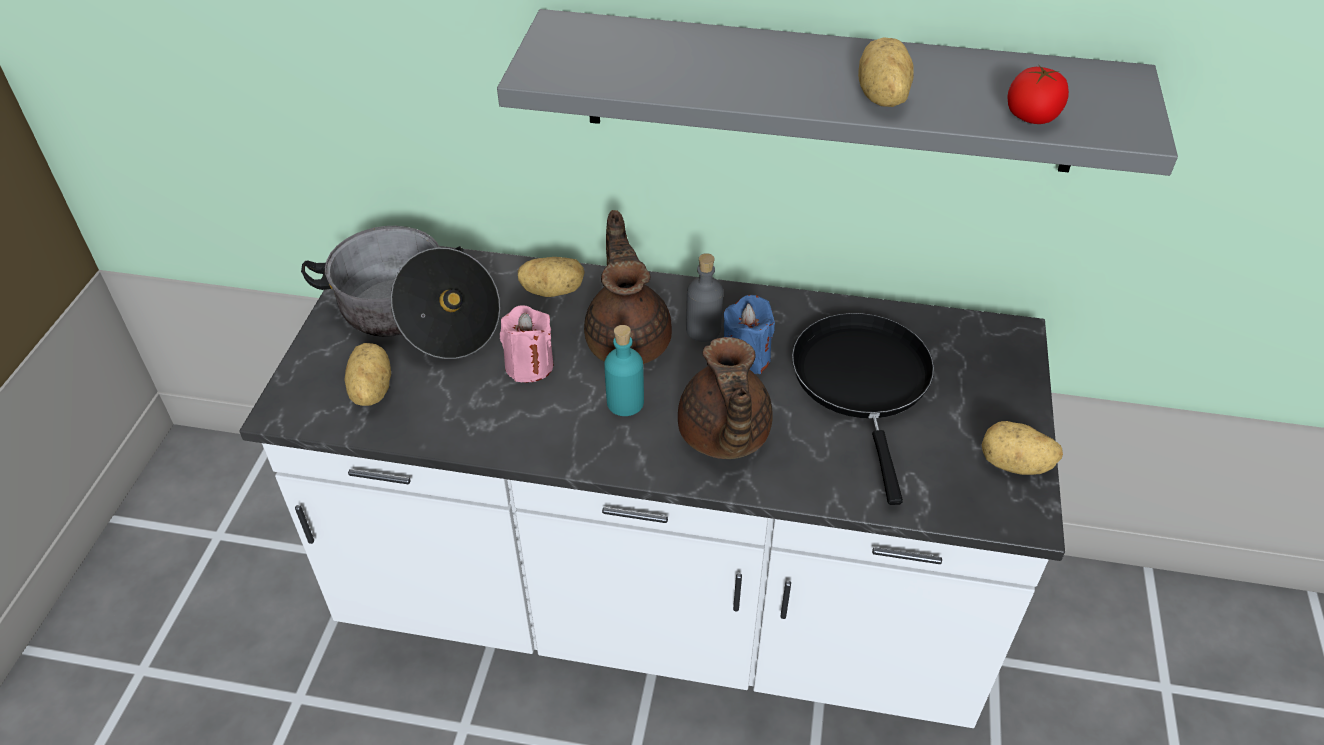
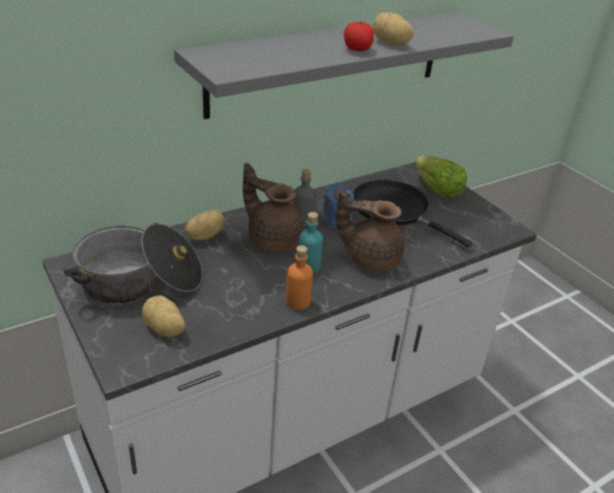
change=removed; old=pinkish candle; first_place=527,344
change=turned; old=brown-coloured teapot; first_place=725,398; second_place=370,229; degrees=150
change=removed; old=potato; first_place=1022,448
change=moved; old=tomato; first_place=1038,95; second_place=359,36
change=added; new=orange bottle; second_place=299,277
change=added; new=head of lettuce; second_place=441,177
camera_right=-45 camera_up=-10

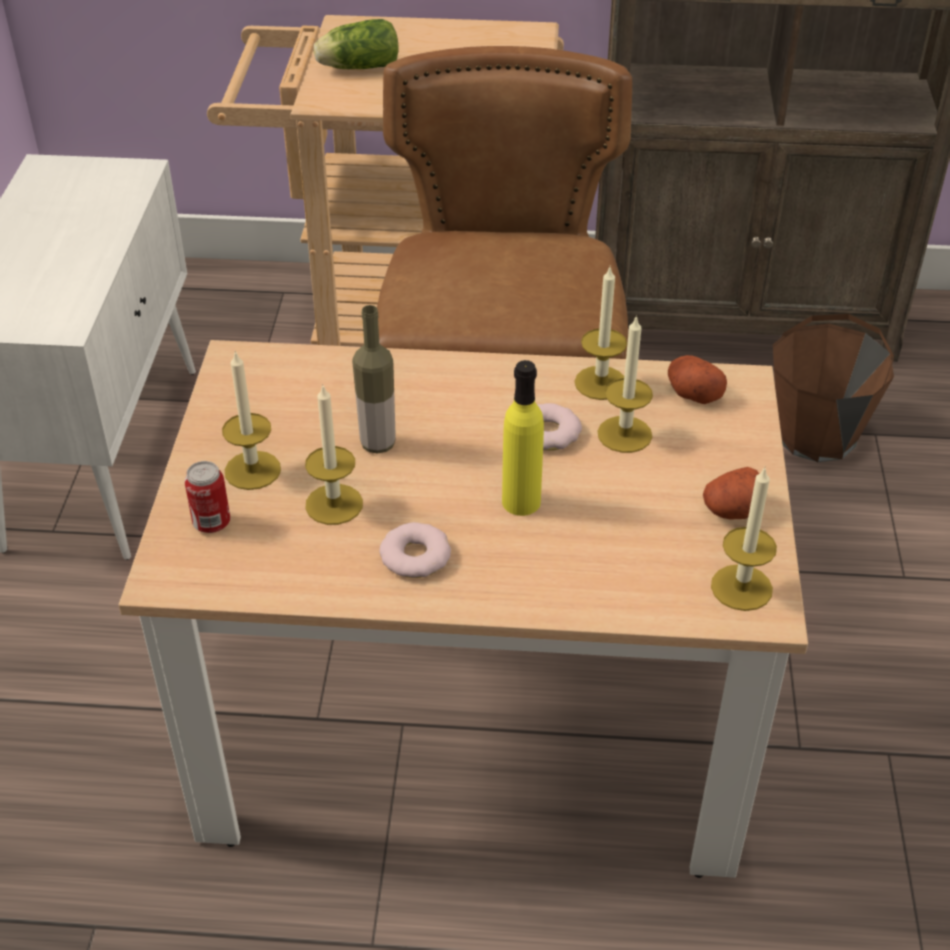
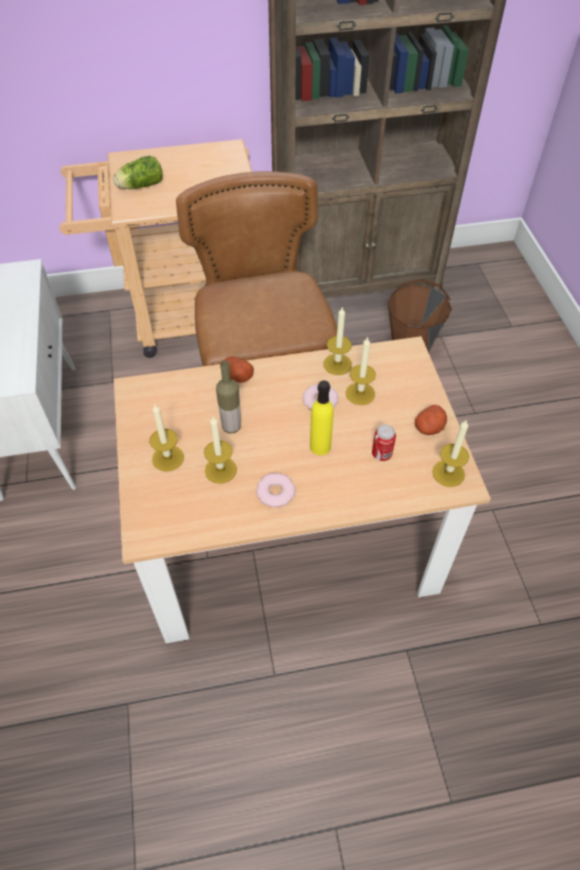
change=moved; old=can; first_place=207,497; second_place=384,442
change=moved; old=potato; first_place=697,379; second_place=238,369
camera_right=-15 camera_up=10

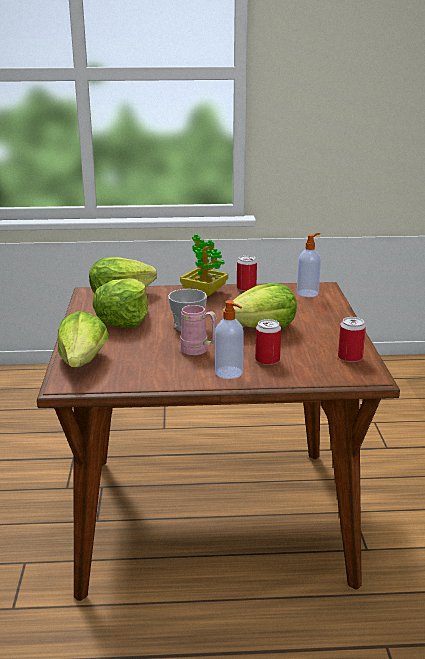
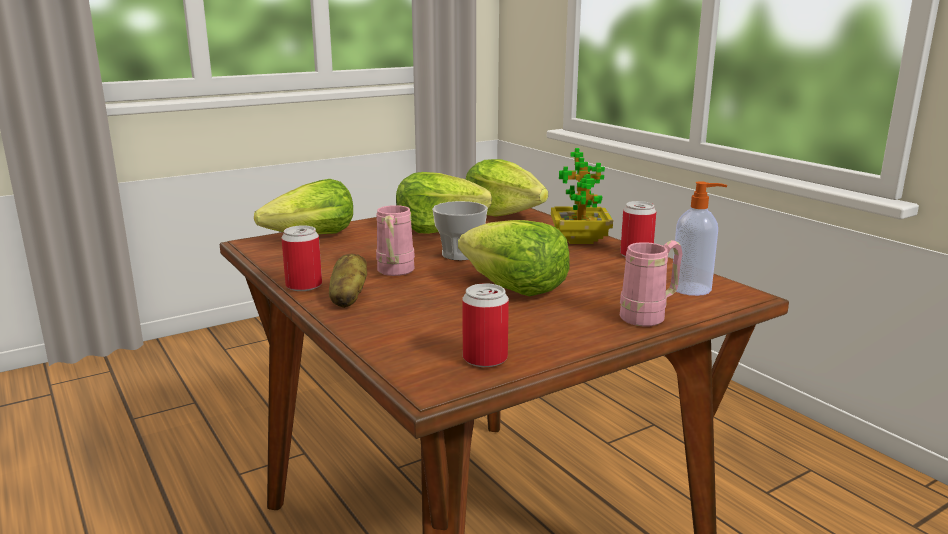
change=replaced; old=liquid soap bottle; new=potato; first_place=229,339; second_place=348,281
change=moved; old=can; first_place=268,342; second_place=301,258
change=added; new=pinkish mug; second_place=651,283
camera_right=60 camera_up=-5

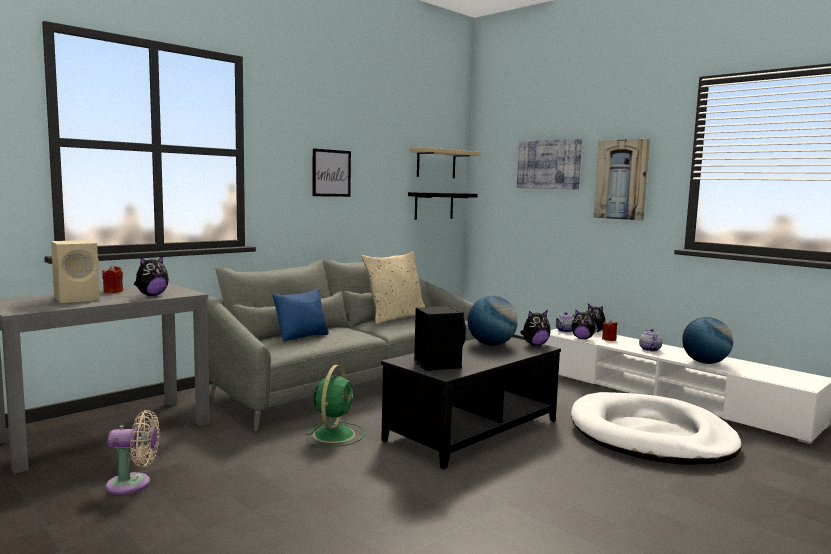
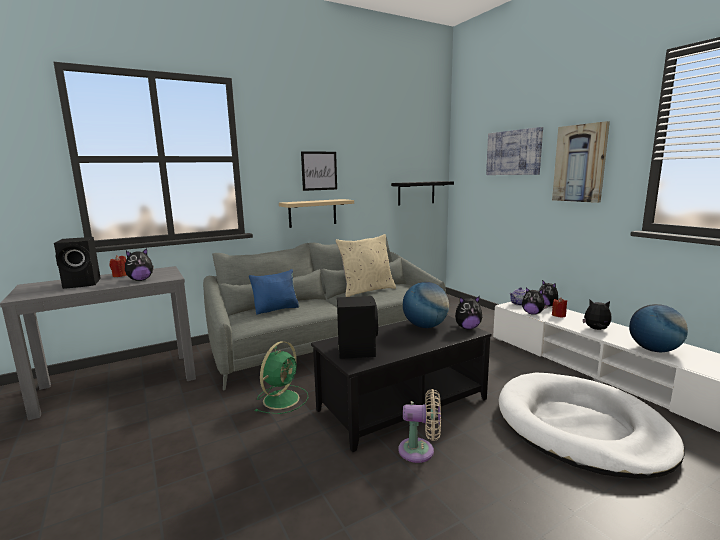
change=recoloured; old=beige-coloured audio speaker; new=blackish audio speaker; first_place=75,271; second_place=77,263
change=moved; old=beige-coloured electric fan; first_place=132,452; second_place=419,426
change=moved; old=beige-coloured shelf; first_place=445,163; second_place=316,213
change=replaced; old=teapot; new=plush toy; first_place=650,340; second_place=597,315
camera_right=15 camera_up=5

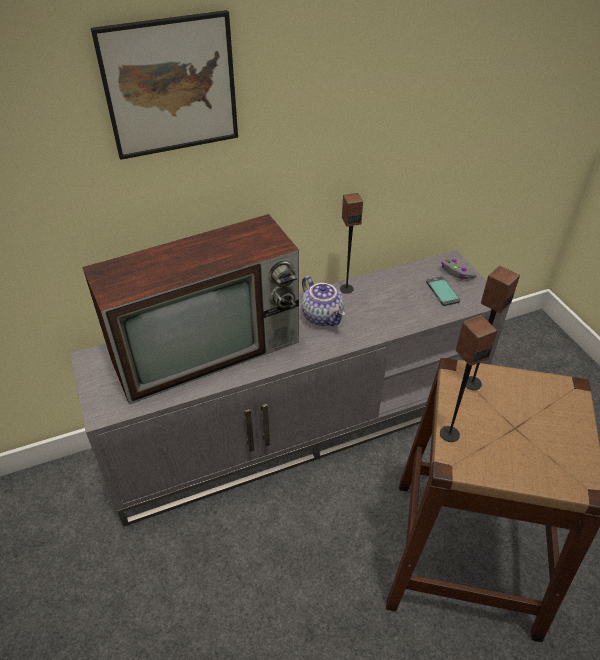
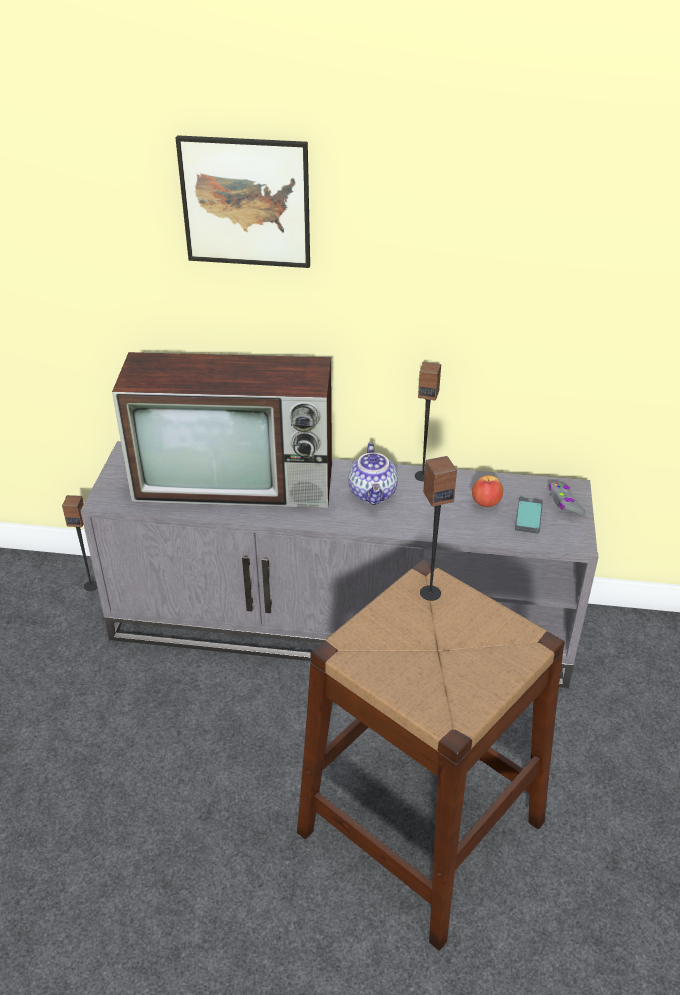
change=moved; old=audio speaker; first_place=468,378; second_place=80,543
change=added; new=apple fruit; second_place=487,491
camera_right=30 camera_up=-5

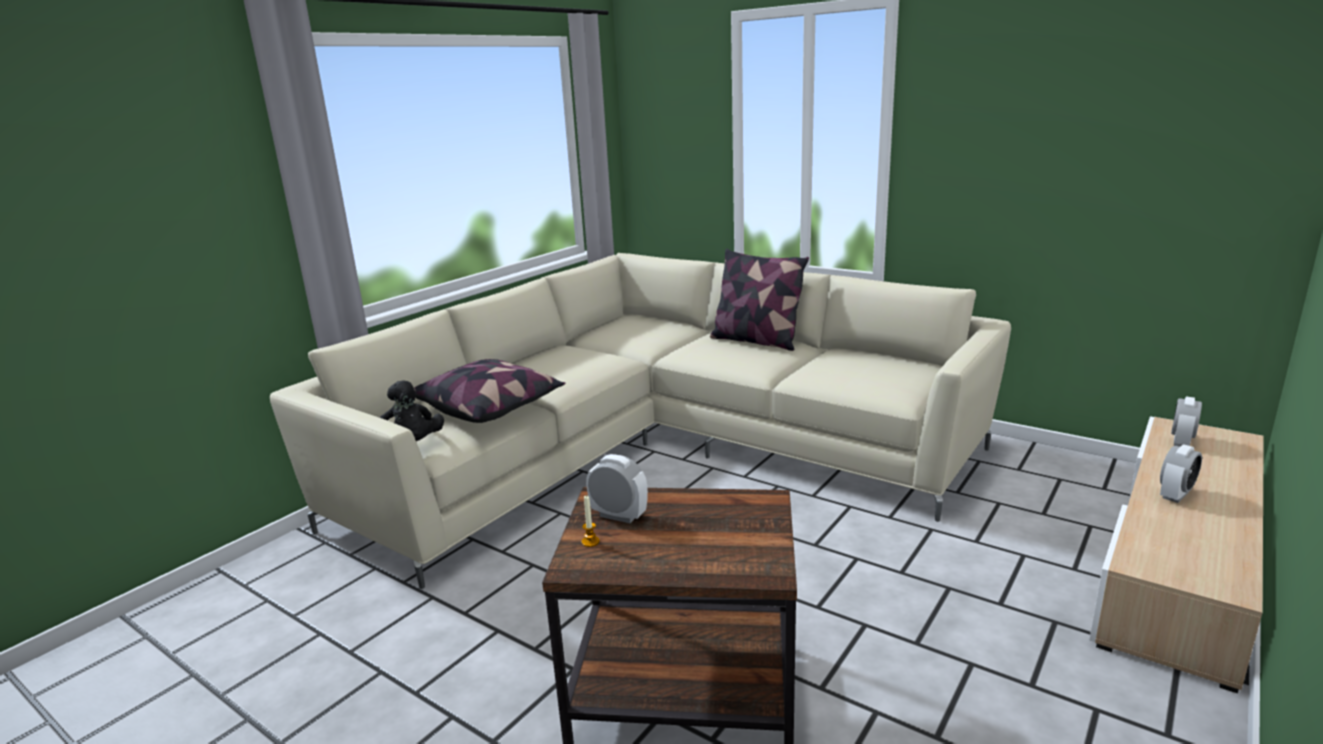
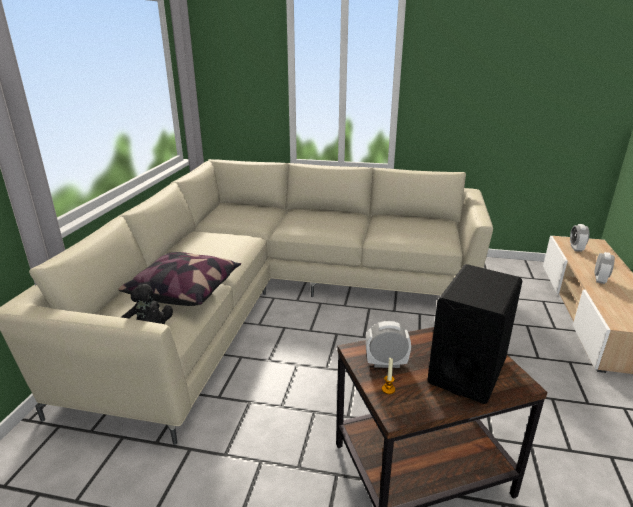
change=removed; old=throw pillow; first_place=759,299
change=added; new=blackish audio speaker; second_place=474,334
camera_right=-25 camera_up=5

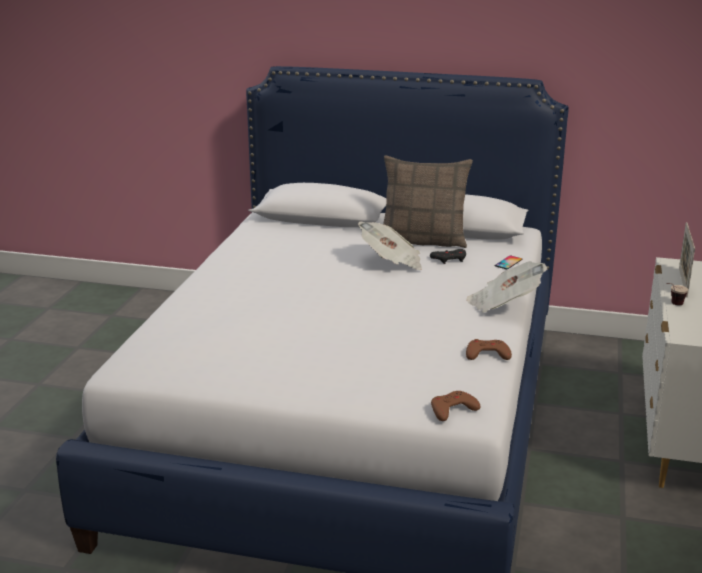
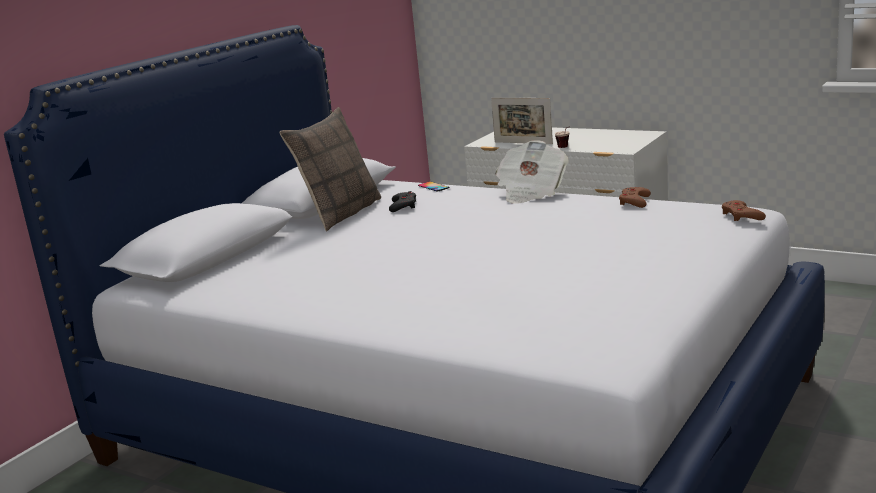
change=removed; old=daily paper; first_place=390,246
camera_right=-70 camera_up=-5

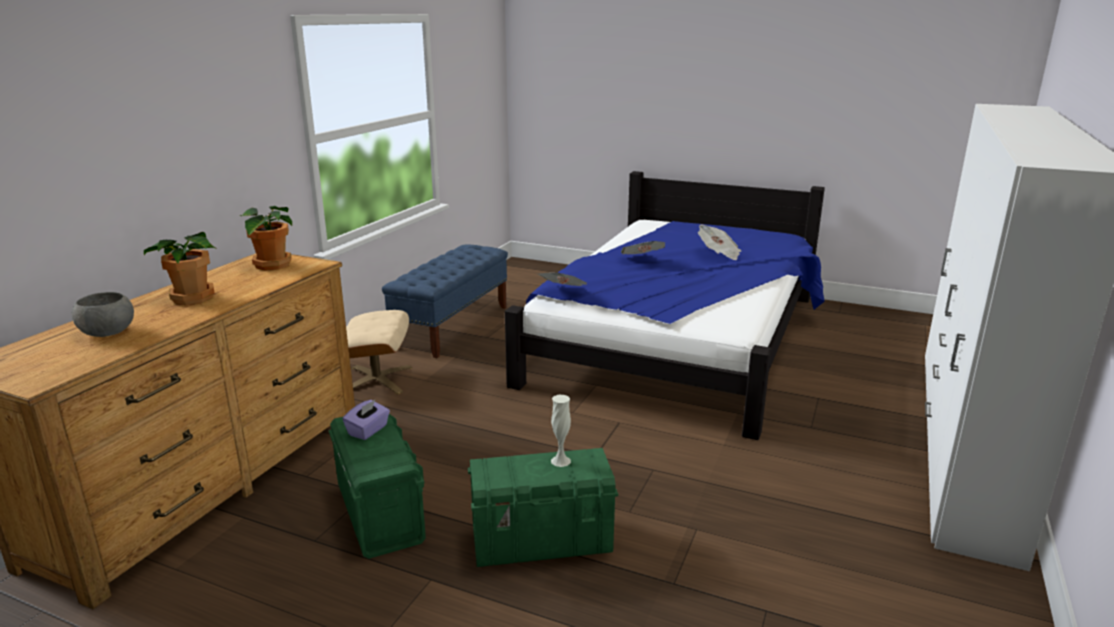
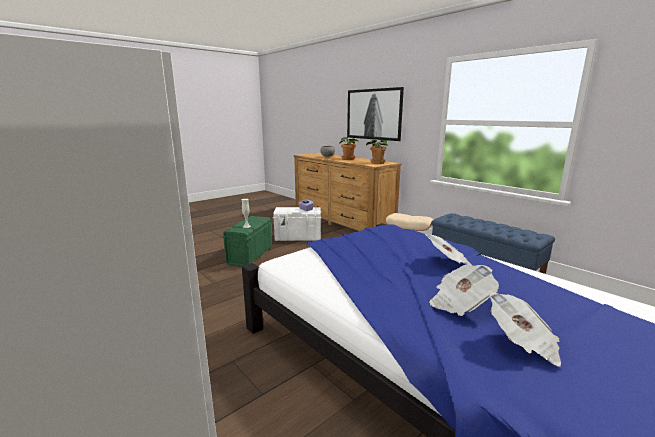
change=recoloured; old=green storage container; new=white-coloured storage container; first_place=377,486; second_place=297,224
change=moved; old=daily paper; first_place=562,279; second_place=525,329
change=added; new=wall art; second_place=375,114
camera_right=115 camera_up=-5

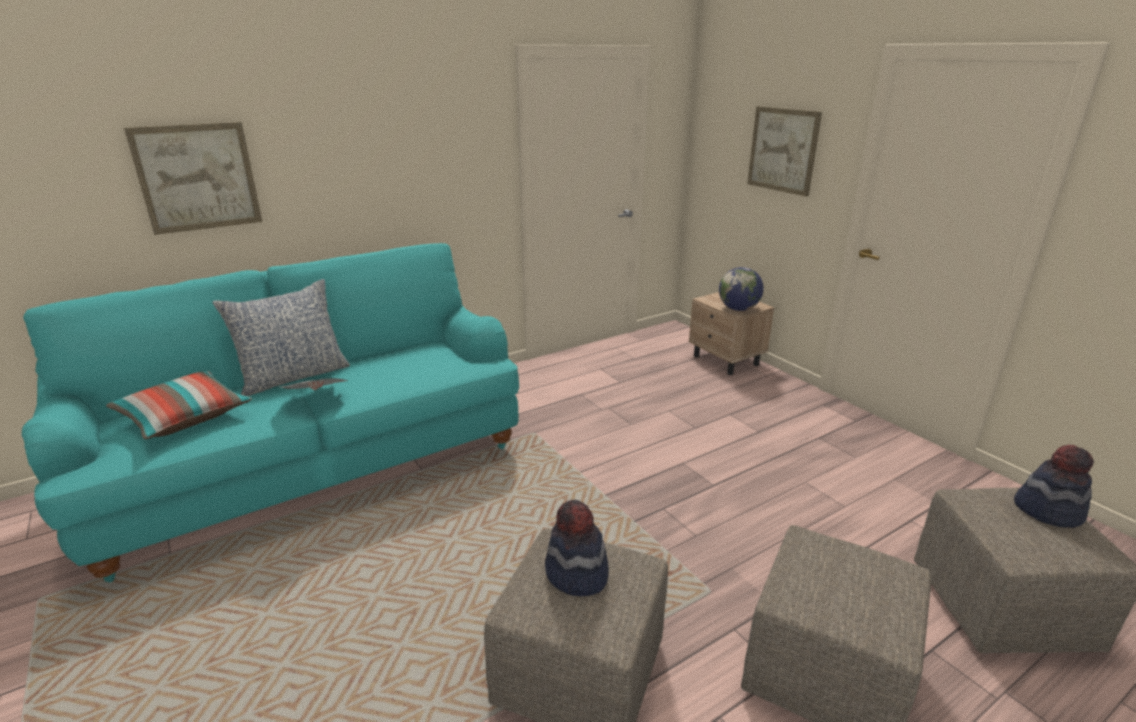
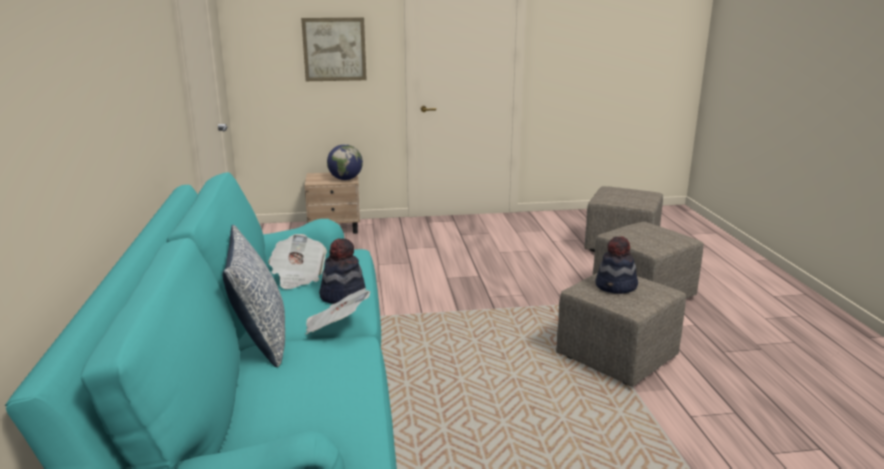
change=removed; old=throw pillow; first_place=179,405
change=removed; old=wall art; first_place=193,178
change=moved; old=clothing hat; first_place=1054,486; second_place=342,271
change=added; new=daily paper; second_place=297,261
camera_right=-65 camera_up=-5

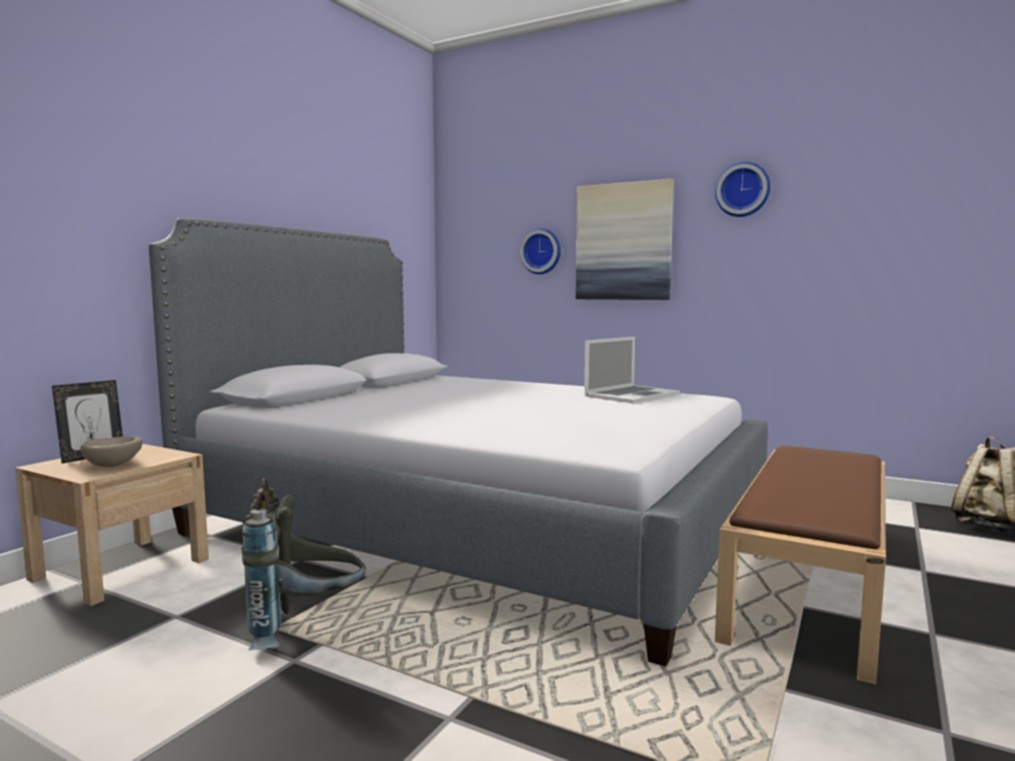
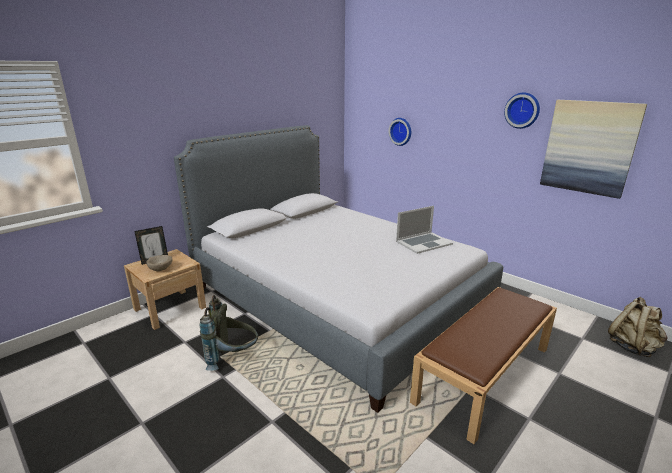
change=moved; old=wall art; first_place=625,239; second_place=593,149
camera_right=15 camera_up=15

